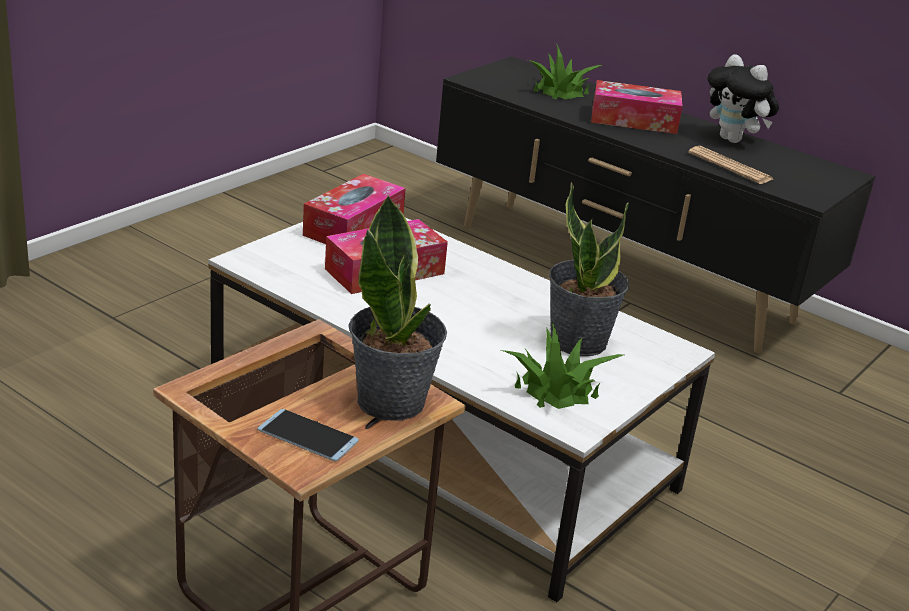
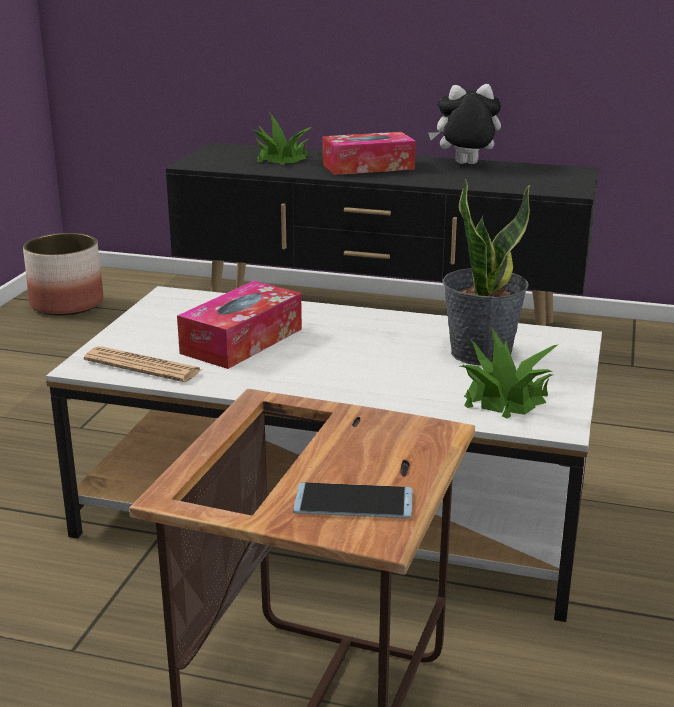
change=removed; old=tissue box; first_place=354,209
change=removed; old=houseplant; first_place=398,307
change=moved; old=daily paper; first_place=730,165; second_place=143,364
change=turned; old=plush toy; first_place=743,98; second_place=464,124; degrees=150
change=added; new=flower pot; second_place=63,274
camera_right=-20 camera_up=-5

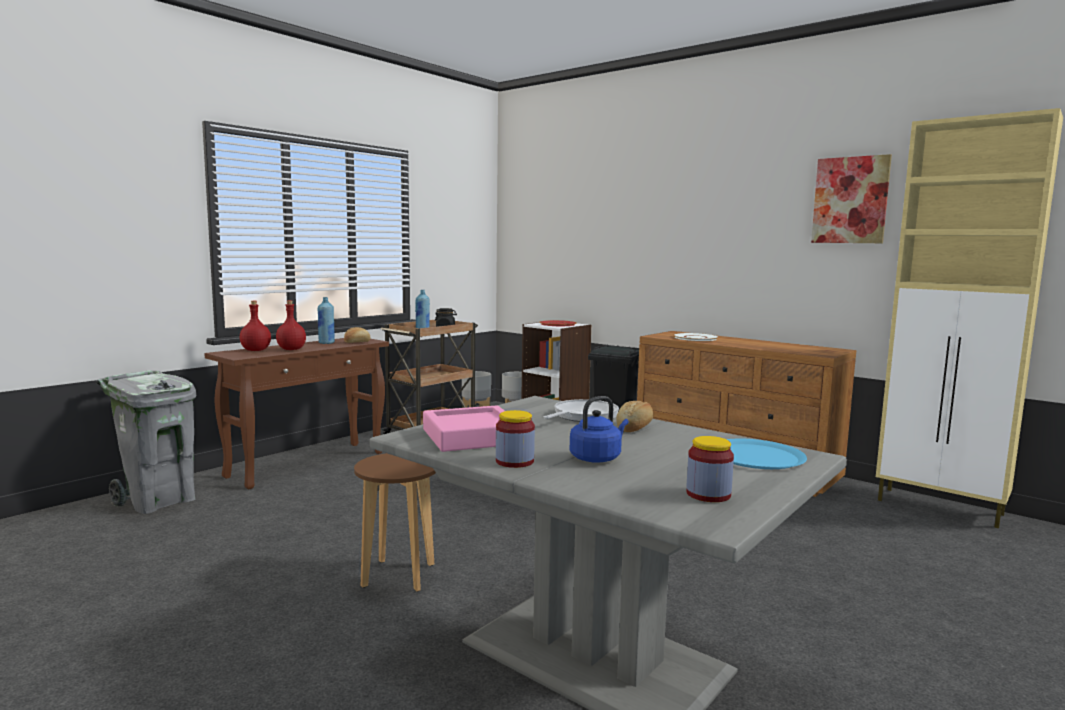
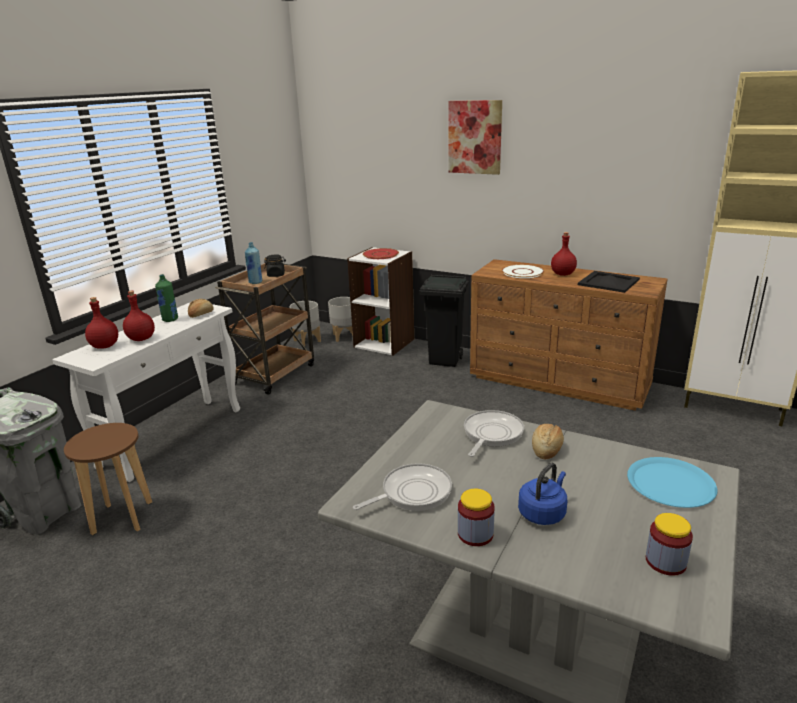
change=recoloured; old=brown-coloured narrow table; new=white-coloured narrow table; first_place=296,414; second_place=146,392
change=recoloured; old=blue-coloured bottle; new=green bottle; first_place=326,320; second_place=166,298
change=moved; old=brown-coloured stool seat; first_place=395,522; second_place=108,479
change=replaced; old=pinkish serving tray; new=skillet; first_place=464,428; second_place=402,487
change=moved; old=wall art; first_place=851,198; second_place=475,137
change=added; new=reddish bottle; second_place=564,254
change=added; new=blackish serving tray; second_place=609,282
camera_right=-10 camera_up=15

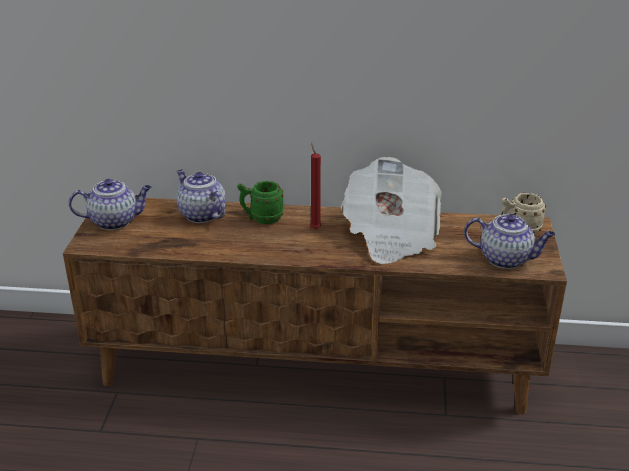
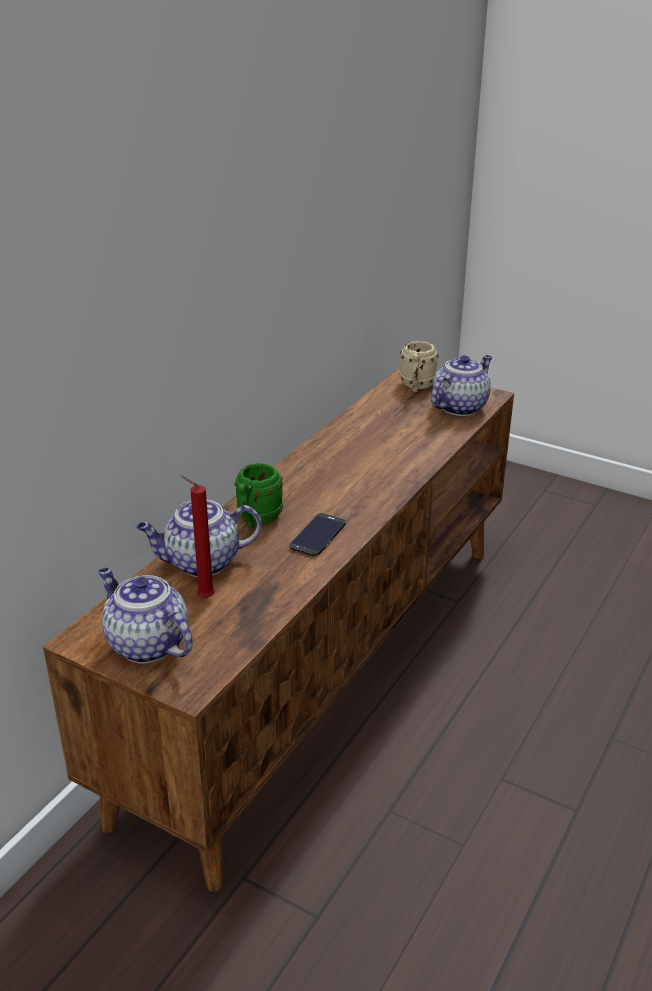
change=turned; old=teapot; first_place=110,204; second_place=145,616; degrees=-60
change=moved; old=reddish candle; first_place=315,186; second_place=198,537
change=removed; old=daily paper; first_place=391,210
change=added; new=handset; second_place=317,534
camera_right=-65 camera_up=0

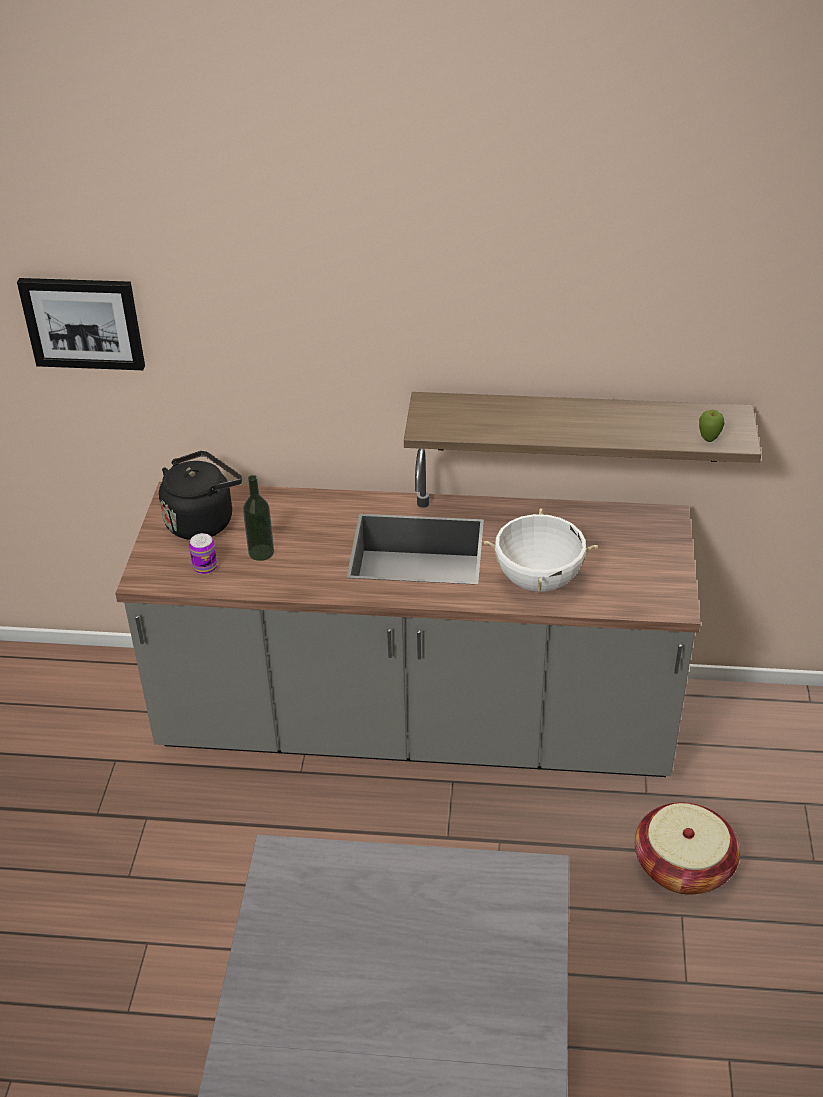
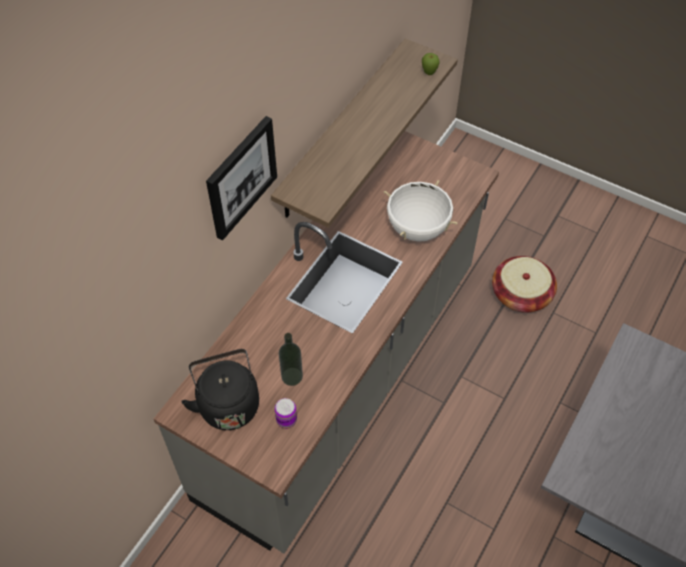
change=moved; old=wall art; first_place=81,324; second_place=241,178
camera_right=-65 camera_up=15

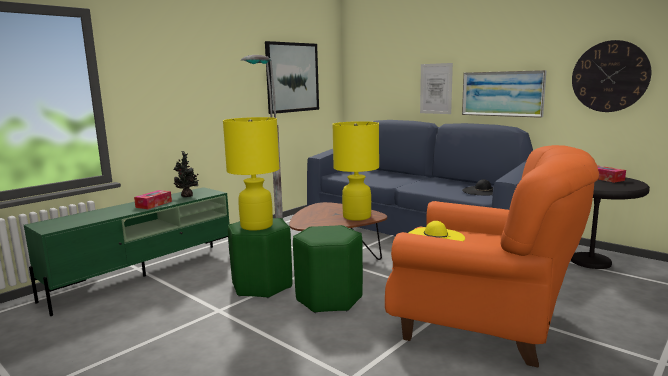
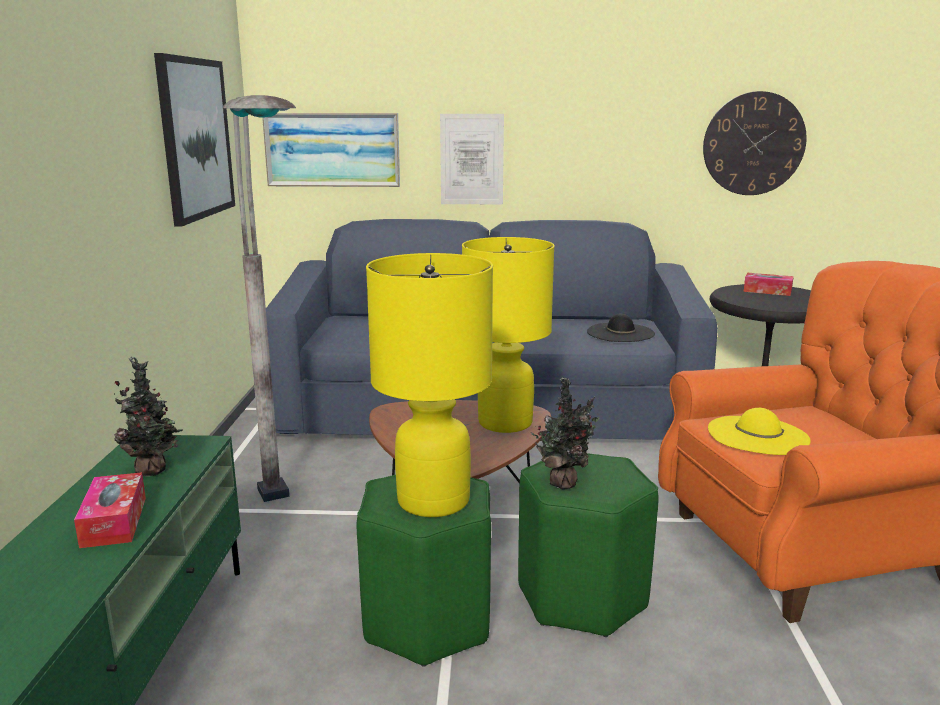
change=moved; old=wall art; first_place=504,94; second_place=331,150
change=added; new=houseplant; second_place=565,433
camera_right=-40 camera_up=5

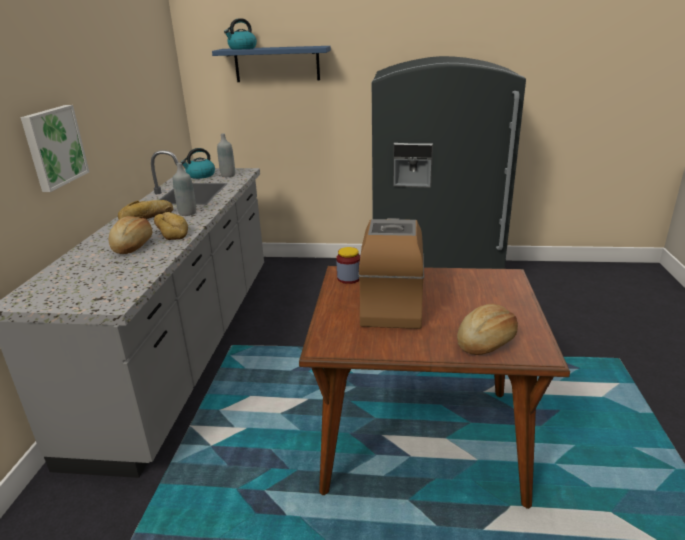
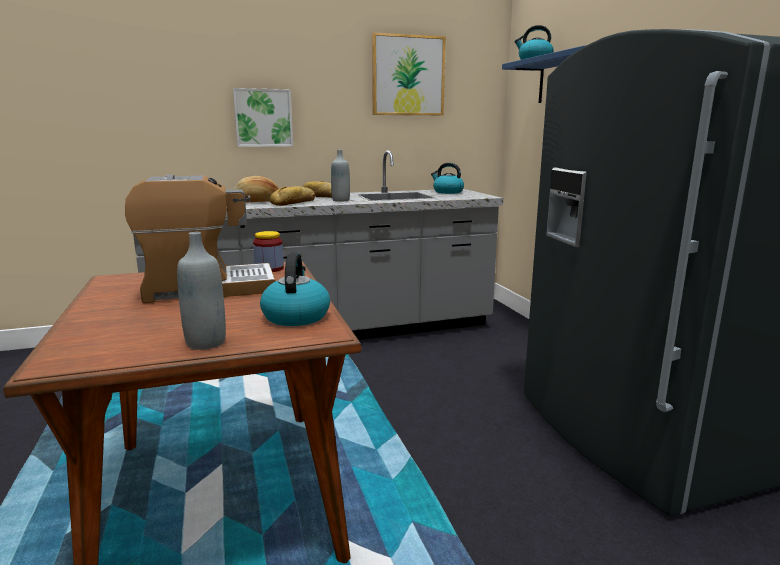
change=moved; old=greyish bottle; first_place=226,155; second_place=201,291
change=removed; old=bakery bread; first_place=487,329
change=added; new=kettle; second_place=295,289
change=added; new=wall art; second_place=409,74
camera_right=65 camera_up=-10

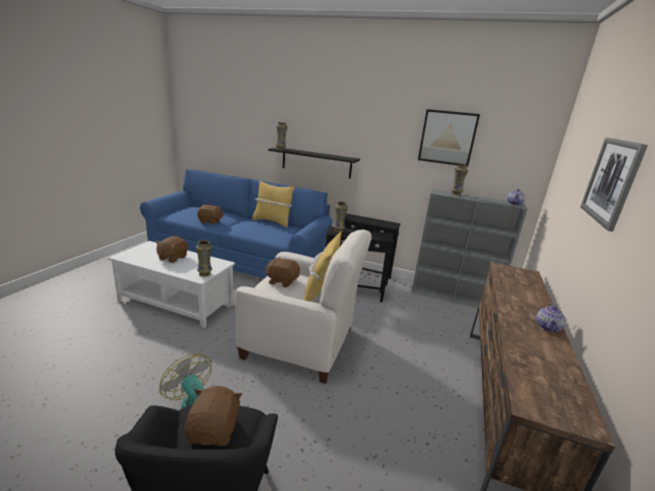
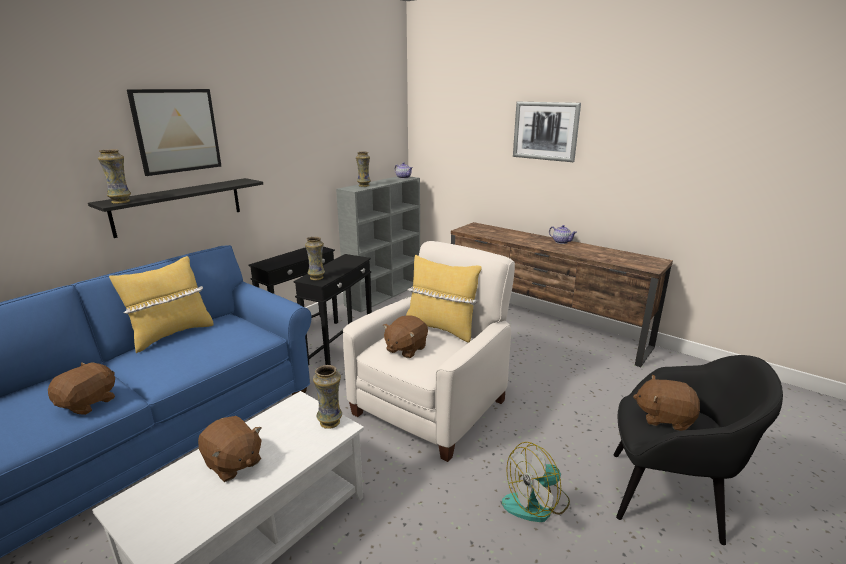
change=moved; old=wall art; first_place=449,137; second_place=174,132
camera_right=-70 camera_up=0

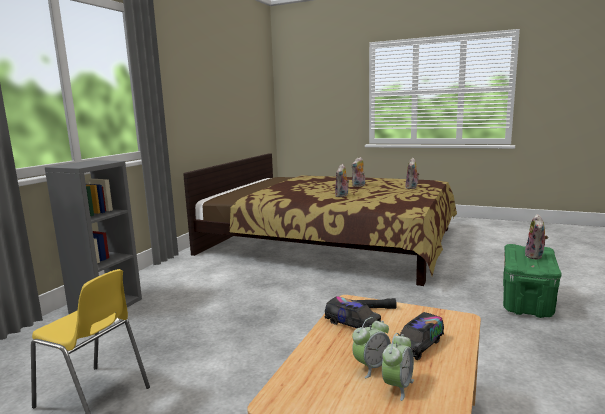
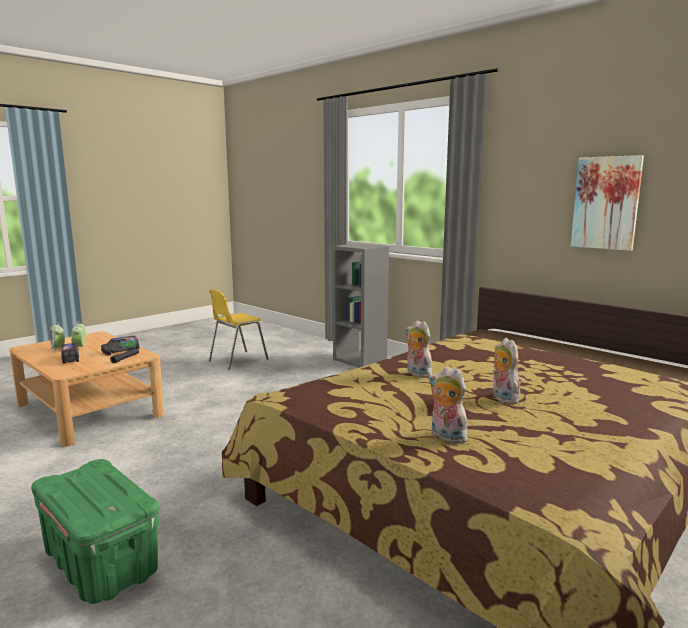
change=removed; old=plush toy; first_place=536,237
change=added; new=wall art; second_place=607,203
camera_right=110 camera_up=0

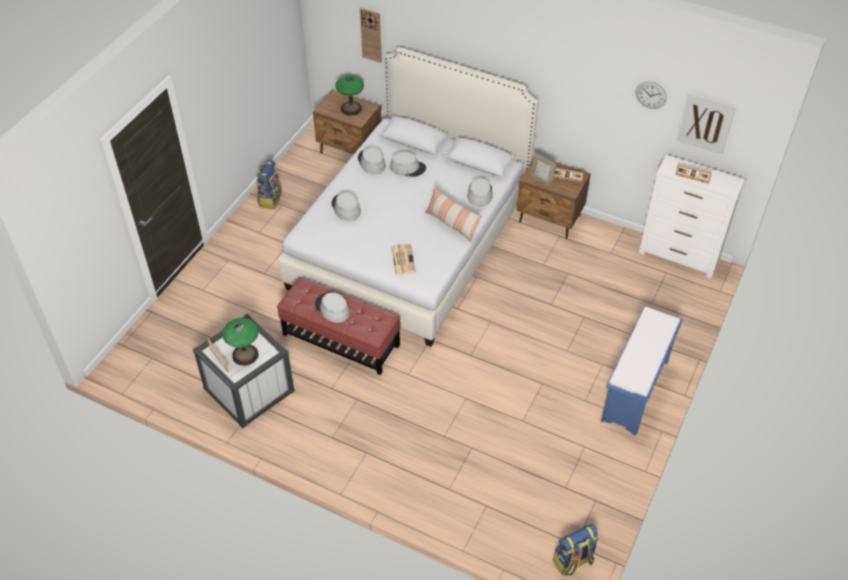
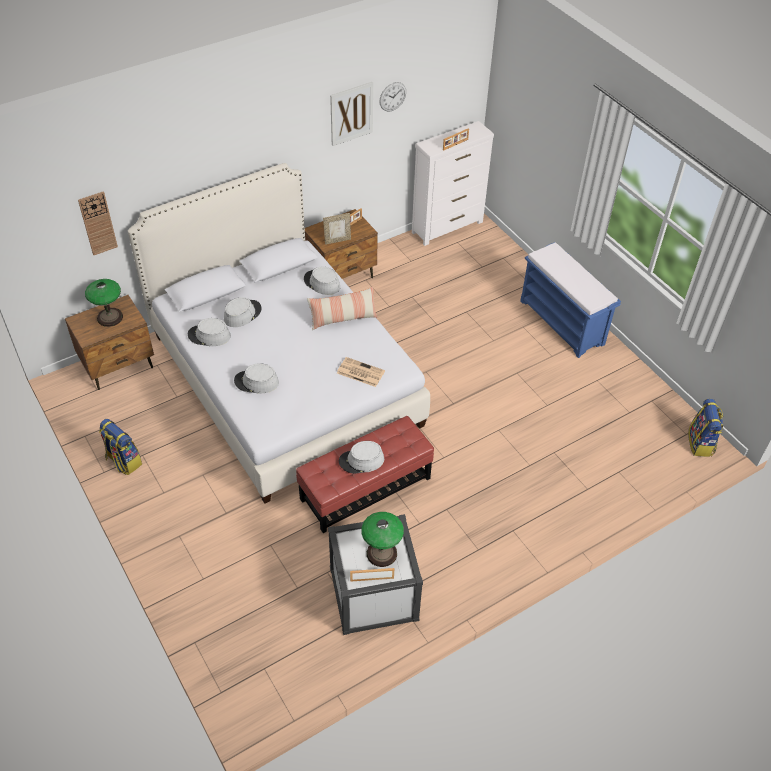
change=moved; old=wall art; first_place=706,124; second_place=351,114
camera_right=-60 camera_up=0

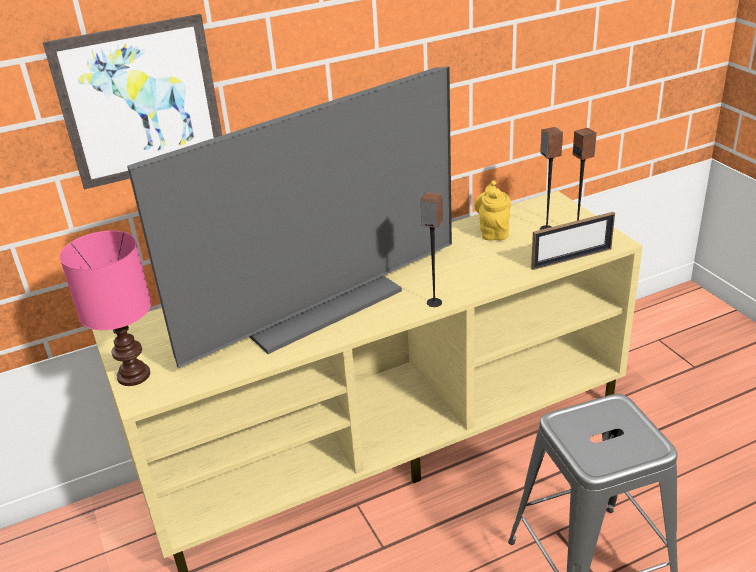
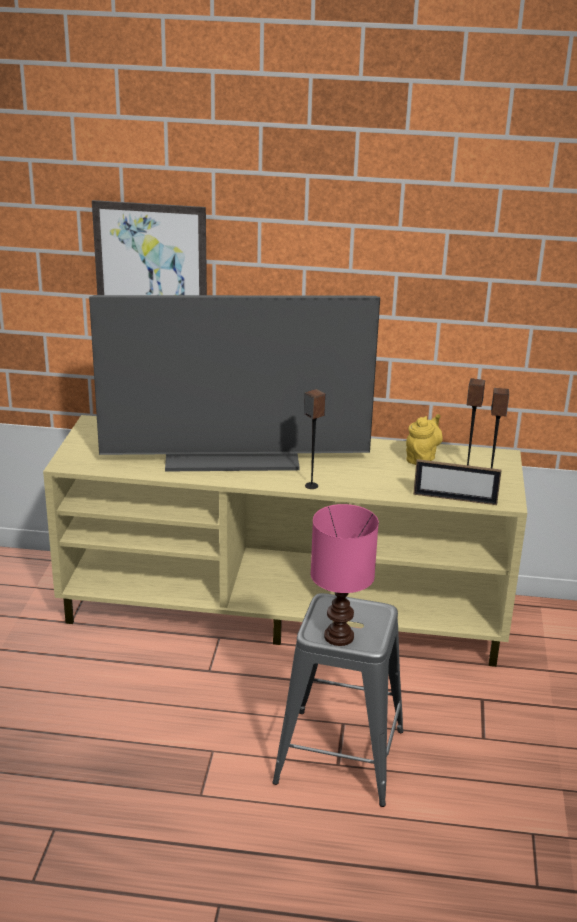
change=moved; old=pinkish tabletop lamp; first_place=105,308; second_place=345,575
camera_right=30 camera_up=-5

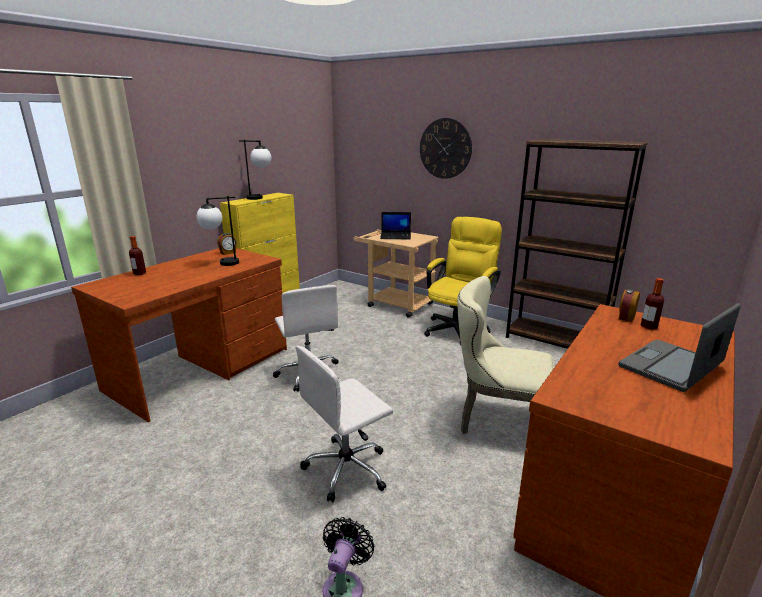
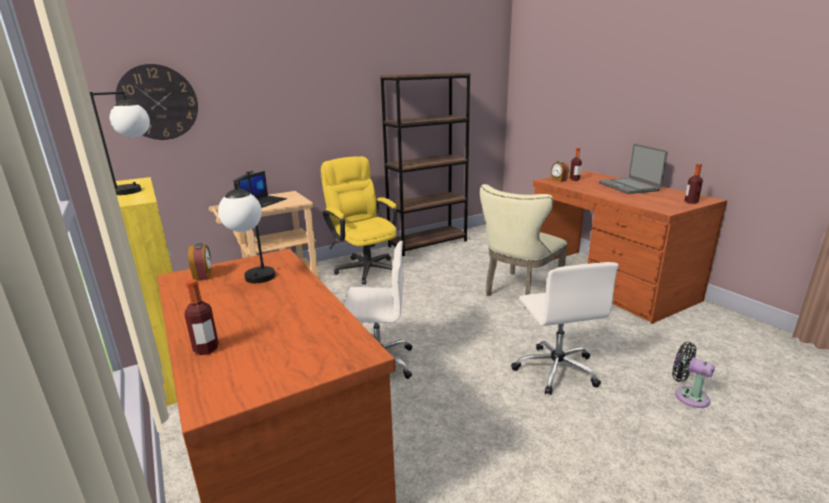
change=moved; old=wall clock; first_place=446,148; second_place=156,102
change=added; new=bottle; second_place=693,184
camera_right=-65 camera_up=0

